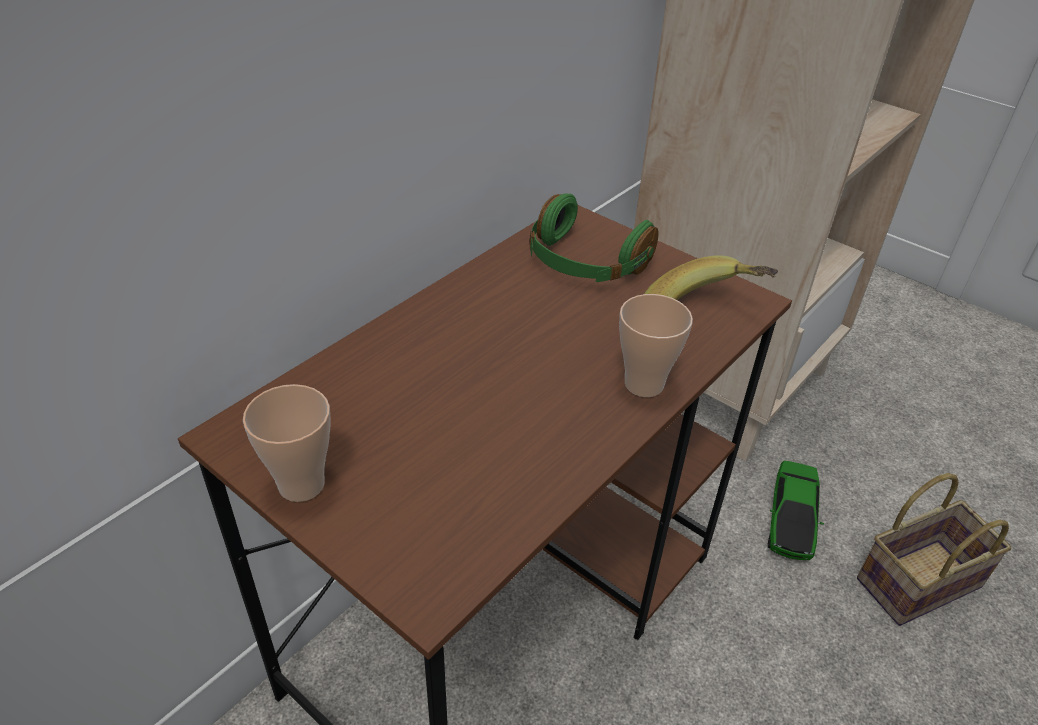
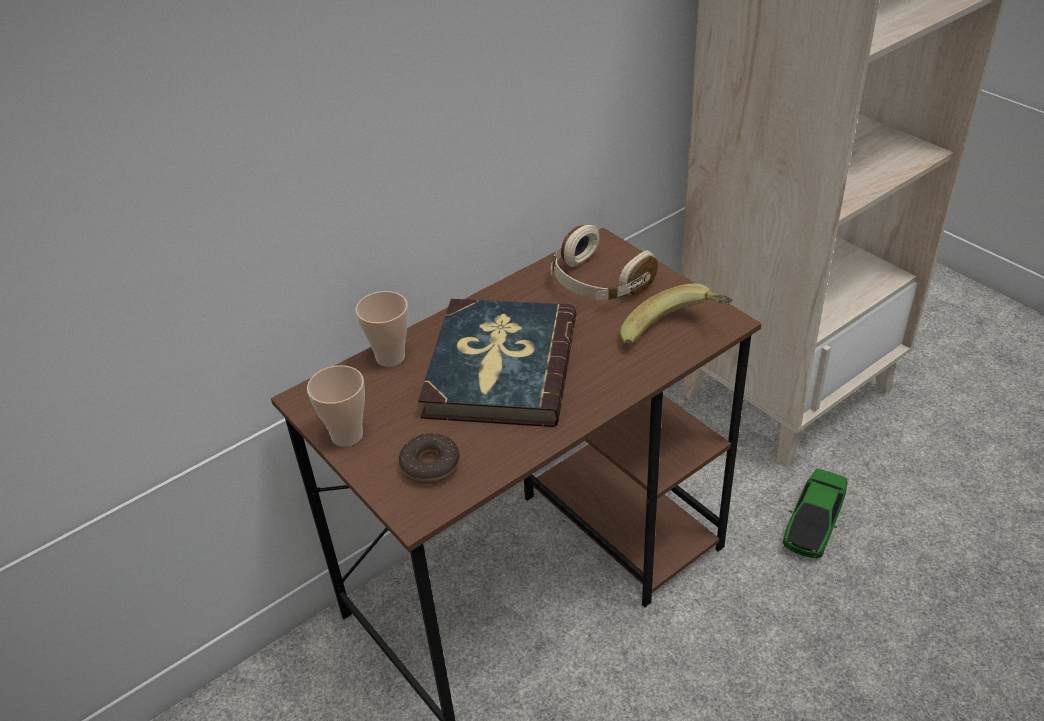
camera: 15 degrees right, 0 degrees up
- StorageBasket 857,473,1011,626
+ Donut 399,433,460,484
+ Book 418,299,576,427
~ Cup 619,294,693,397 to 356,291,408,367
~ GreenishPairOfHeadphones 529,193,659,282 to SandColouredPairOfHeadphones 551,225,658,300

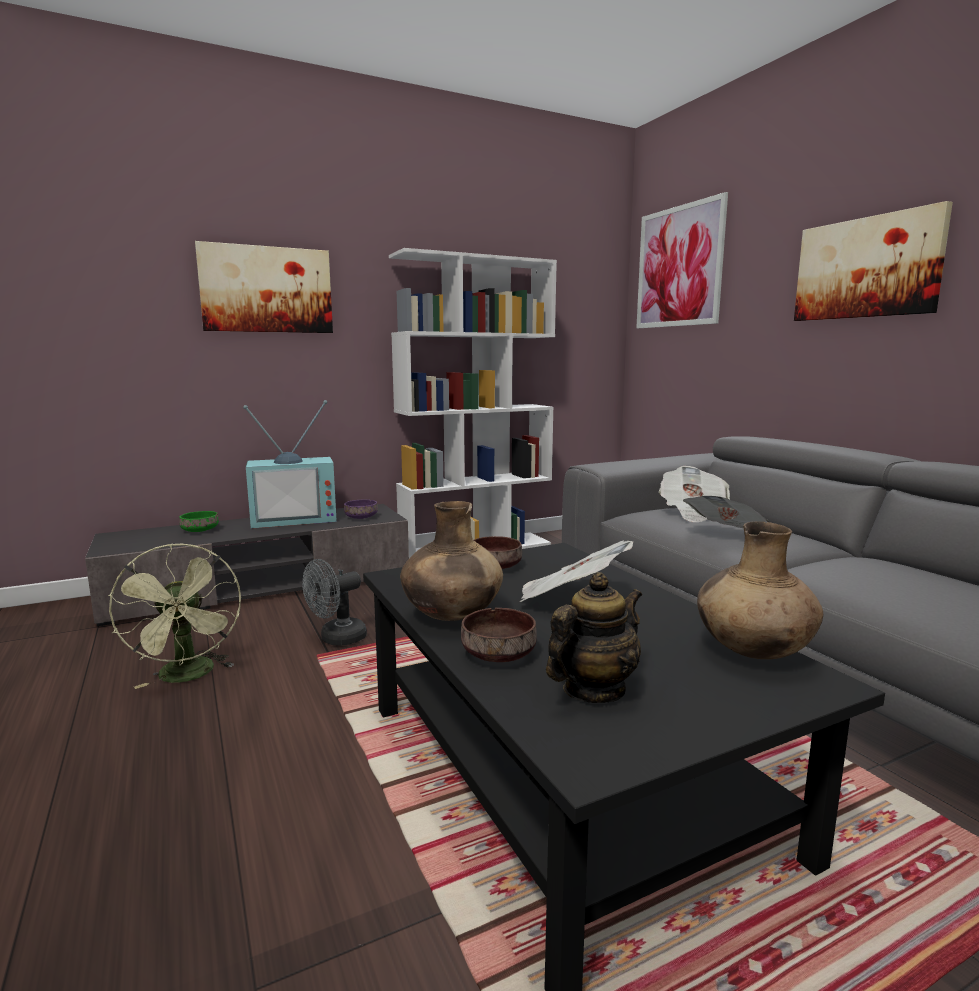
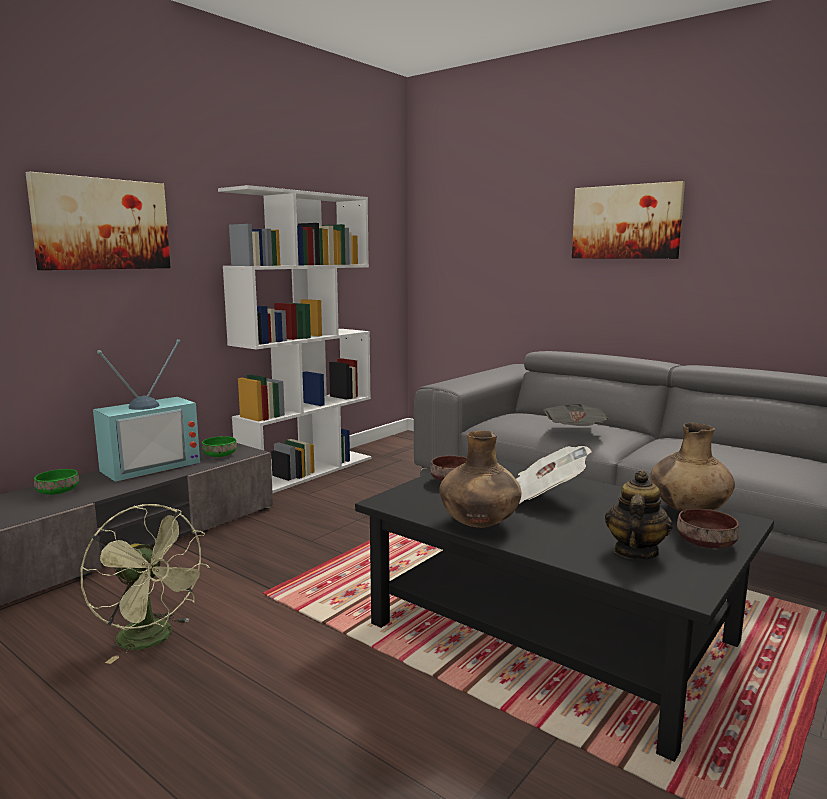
camera: 25 degrees left, 0 degrees up
- GreyCoolingFan 302,559,367,646
- Picture 636,192,728,328
- DailyPaper 659,466,730,522
~ BrownishBowl 461,608,537,662 to 677,509,739,548
~ PurplishBowl 344,499,378,519 to GreenishBowl 202,436,237,457

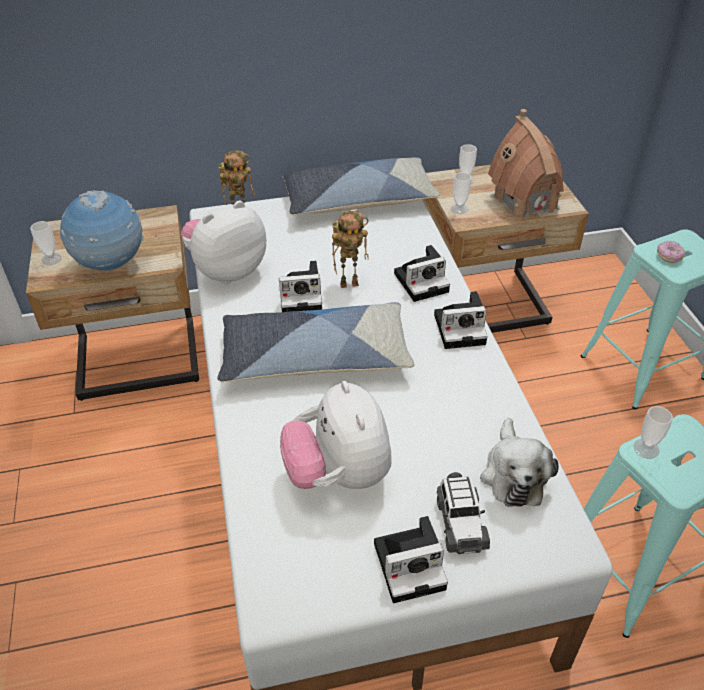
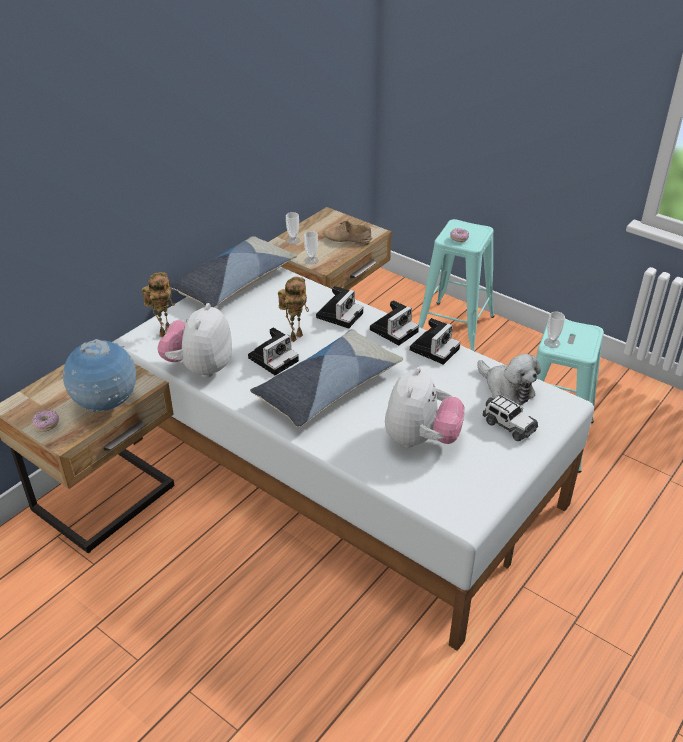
camera: 40 degrees left, 5 degrees down
~ StillCamera 374,516,448,603 to 410,318,460,365
~ Cup 30,221,61,265 to Donut 33,410,59,432
~ ModelHouse 488,109,564,219 to SandColouredItemOfFootwear 323,220,372,246
~ CuddlyToy 280,381,391,489 = 385,367,465,448 105 degrees counterclockwise

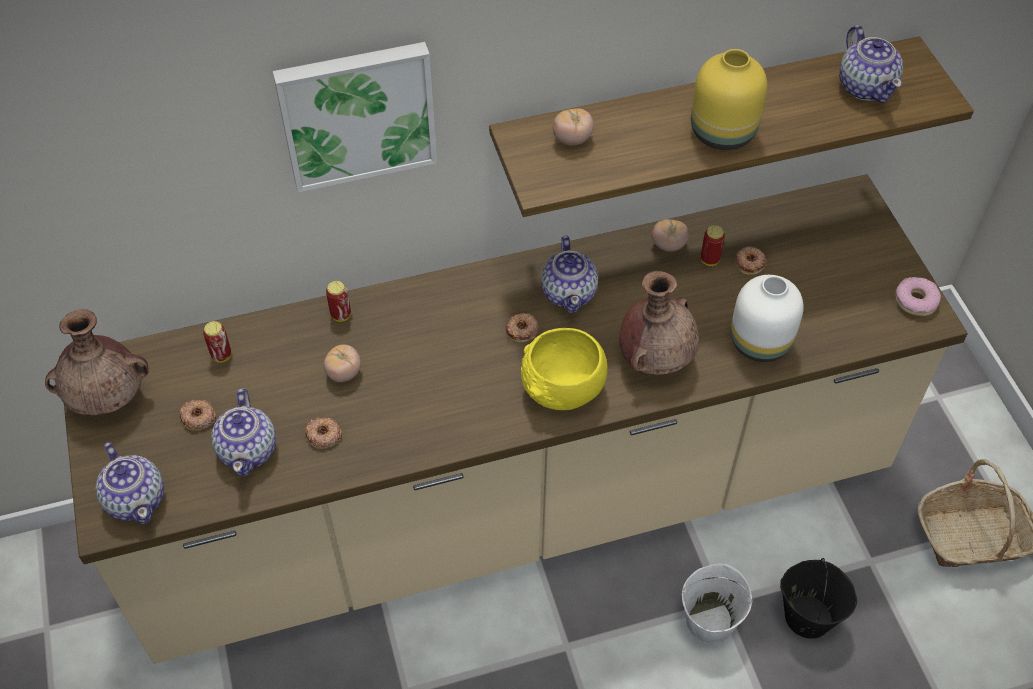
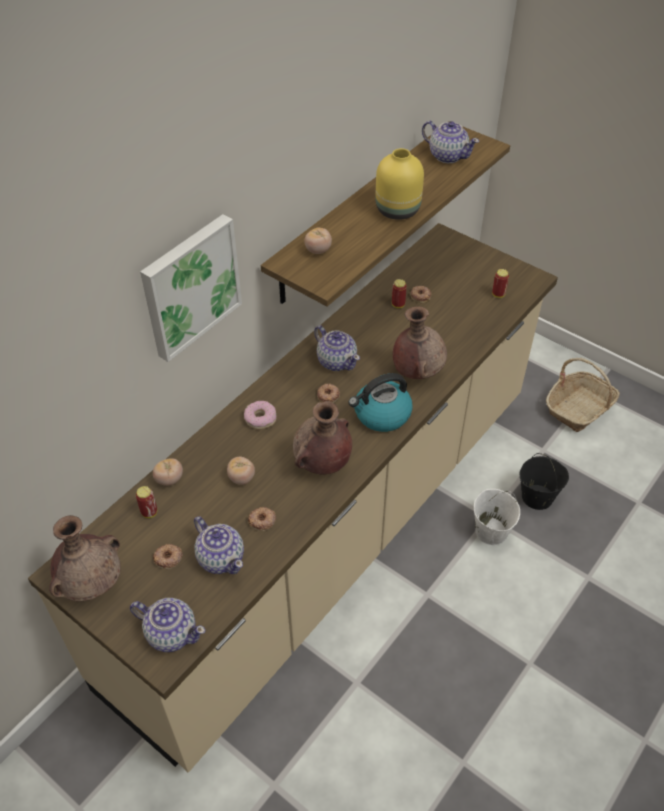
camera: 35 degrees left, 5 degrees down
- WhitishFlowerVase 731,275,804,362
+ BrownishFlowerVase 293,401,352,474
~ SealedCan 326,281,351,322 to 492,269,509,298
~ FreshTomato 651,219,689,252 to 153,458,183,486
~ Donut 895,277,941,316 to 244,401,276,429
~ YellowBowl 521,328,608,410 to Kettle 348,373,413,432

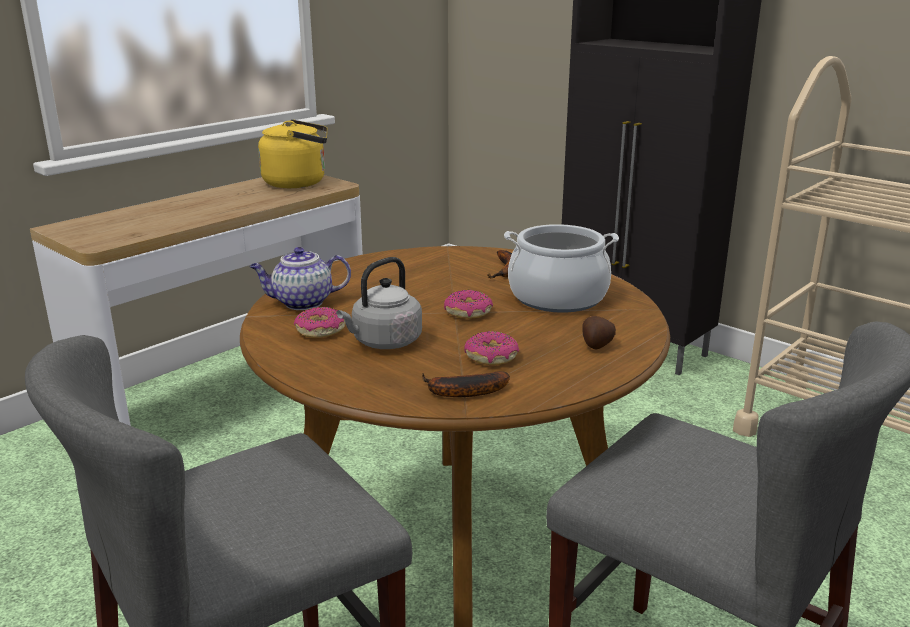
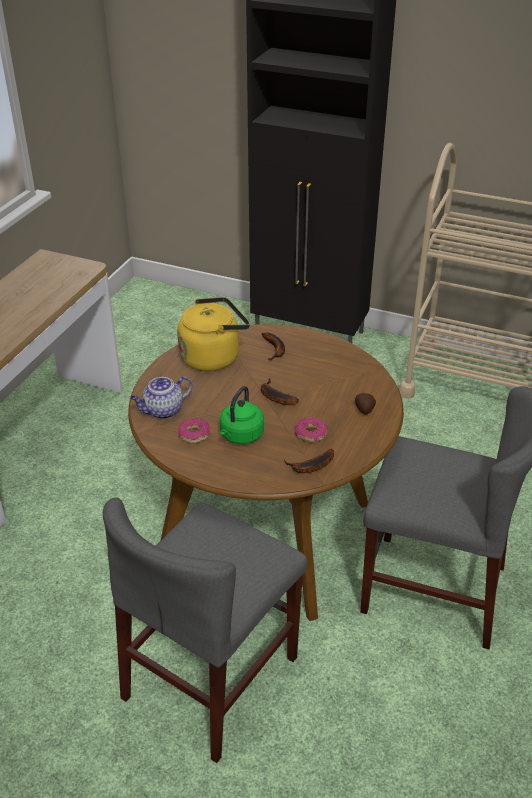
camera: 20 degrees left, 15 degrees up
- Stockpot 504,224,619,313
~ YellowKettle 258,119,328,188 to 177,297,250,371
~ Donut 444,290,493,319 to Banana 261,378,299,405
~ GreyKettle 336,257,422,349 to GreenishKettle 220,386,264,444

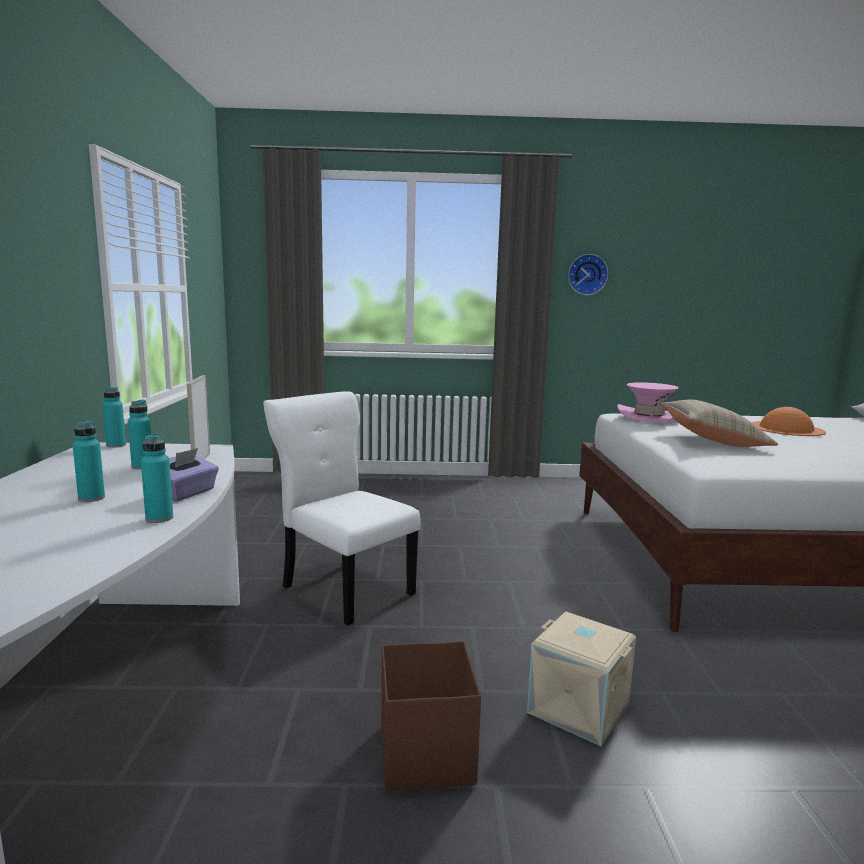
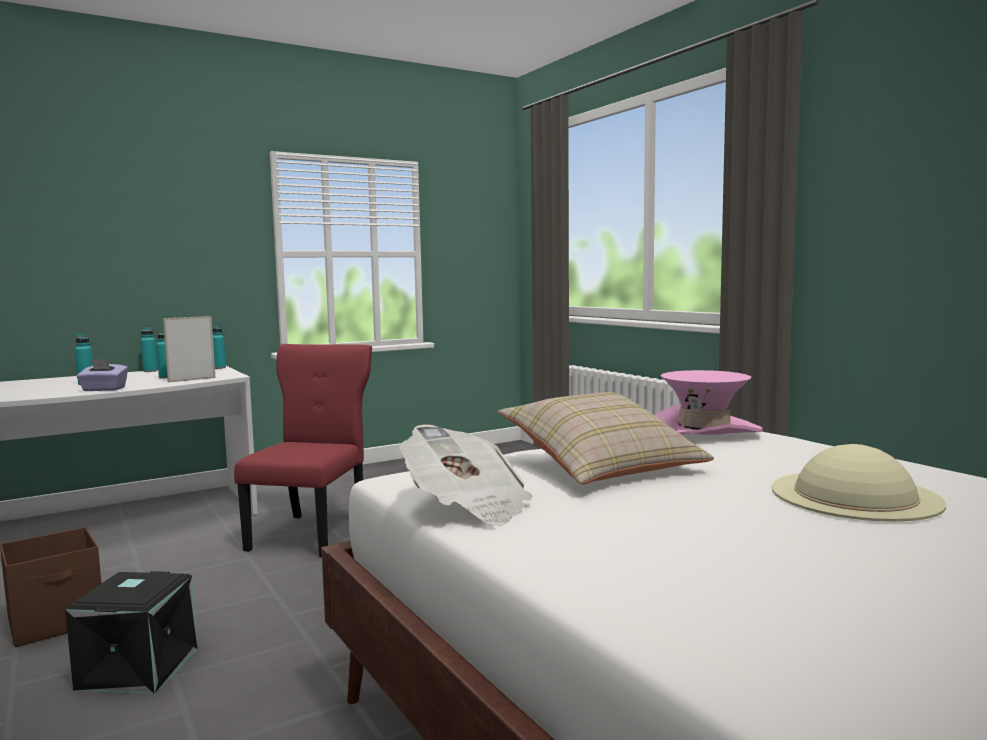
camera: 60 degrees right, 5 degrees down
- ClockOnTheWall 568,254,608,295
+ DailyPaper 400,424,533,526
~ BlueGreenDrinkBottle 141,434,173,523 to 141,327,158,372
~ WhitishUprightChair 263,391,421,625 to RedColouredUprightChair 234,344,372,557
~ SandColouredStorageBox 527,612,636,746 to BlackStorageBox 65,571,198,694
~ OrangeColouredWearableHat 751,407,826,436 to SandColouredWearableHat 772,444,946,522

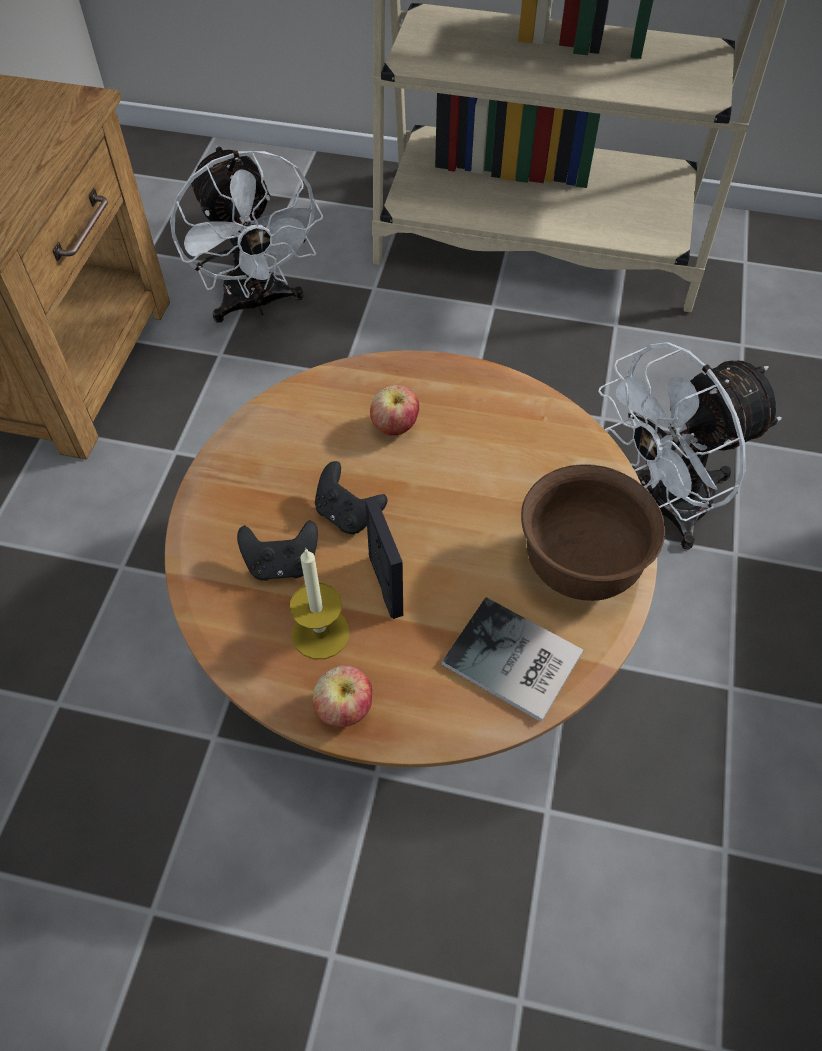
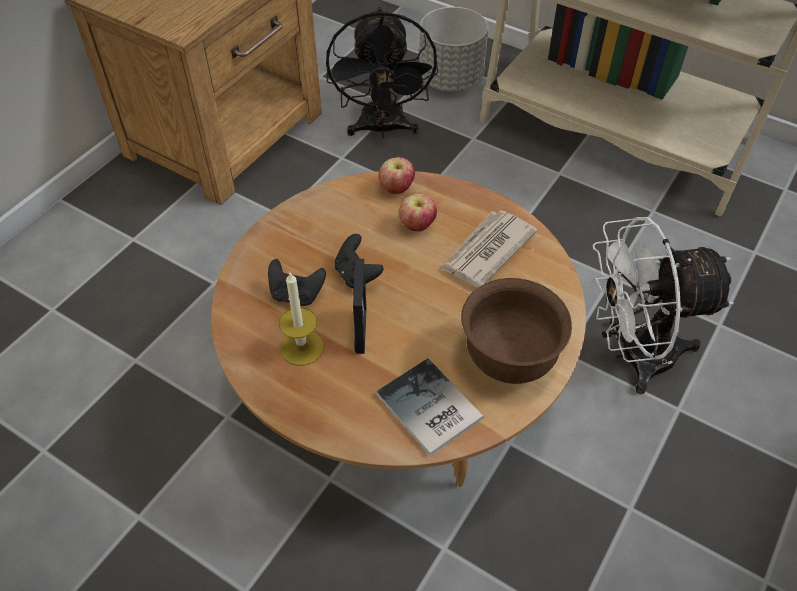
camera: 20 degrees right, 5 degrees down
+ GreyPlanter 419,7,488,91
+ DailyPaper 440,210,538,287
~ WholeApple 313,665,372,727 to 379,157,415,194
~ WhitishCoolingFan 170,146,324,323 to BlackCoolingFan 326,7,438,138

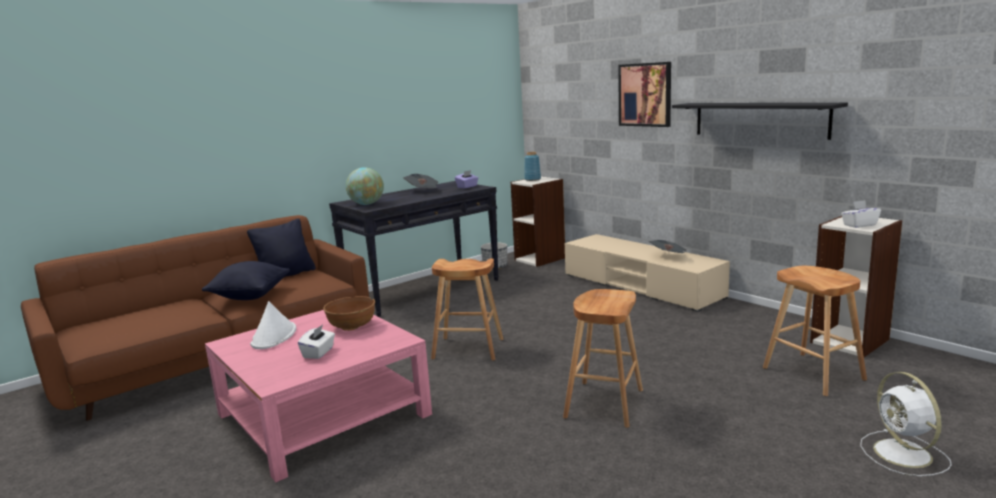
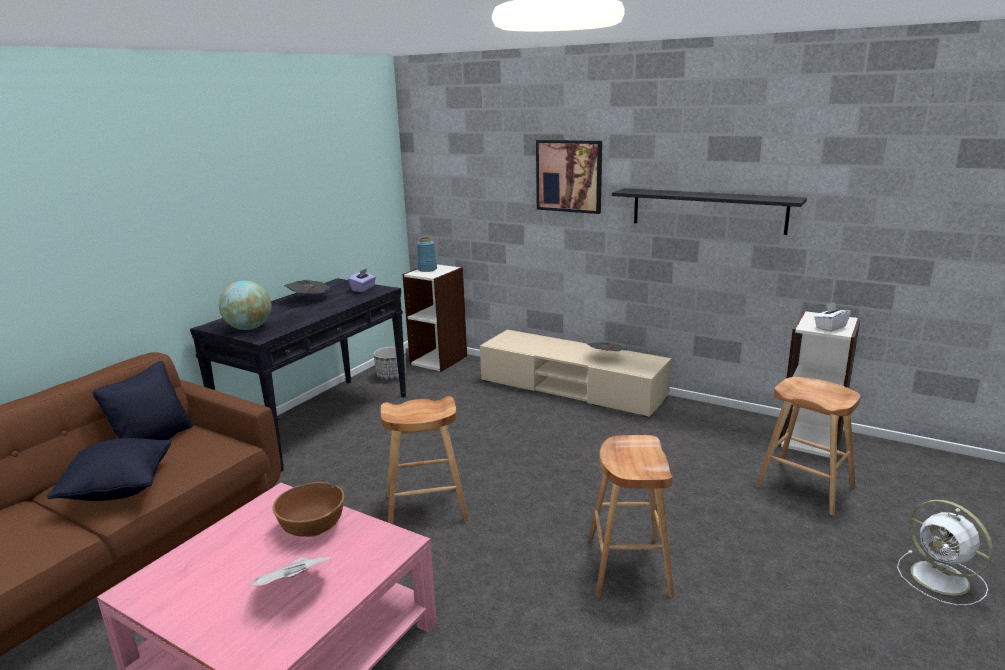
camera: 20 degrees left, 5 degrees up
- WhitishWearableHat 250,301,296,349
~ WhitishTissueHolder 298,324,335,359 to DailyPaper 251,556,332,586

